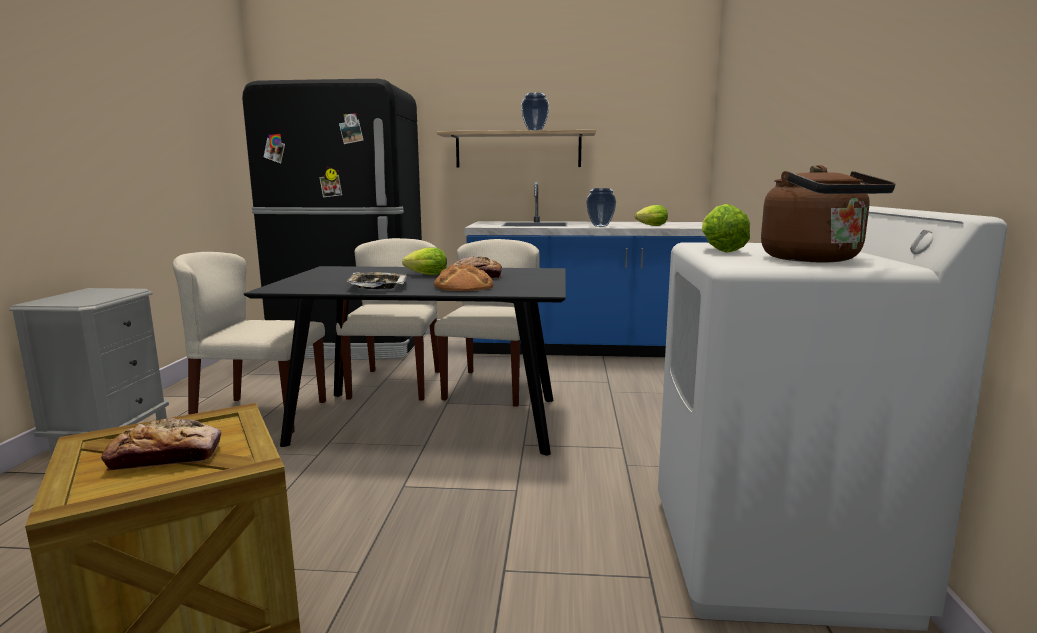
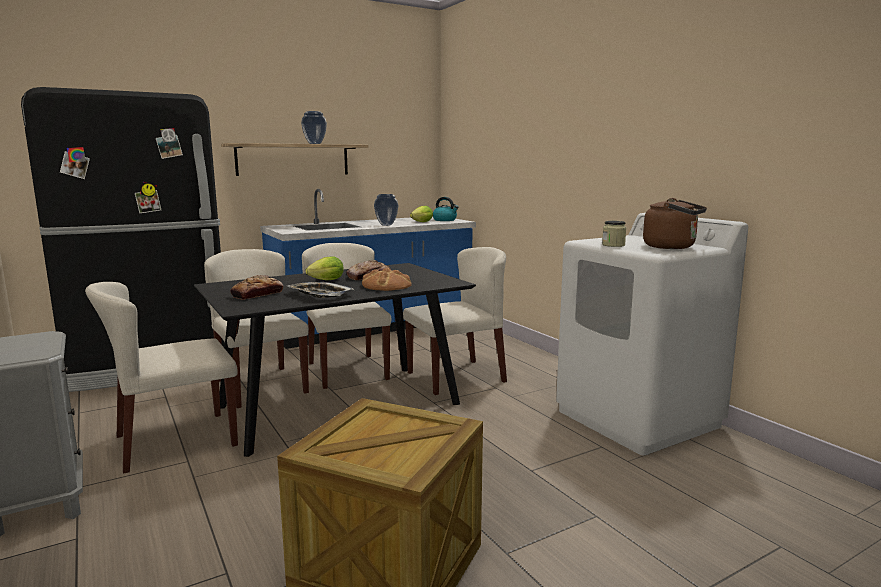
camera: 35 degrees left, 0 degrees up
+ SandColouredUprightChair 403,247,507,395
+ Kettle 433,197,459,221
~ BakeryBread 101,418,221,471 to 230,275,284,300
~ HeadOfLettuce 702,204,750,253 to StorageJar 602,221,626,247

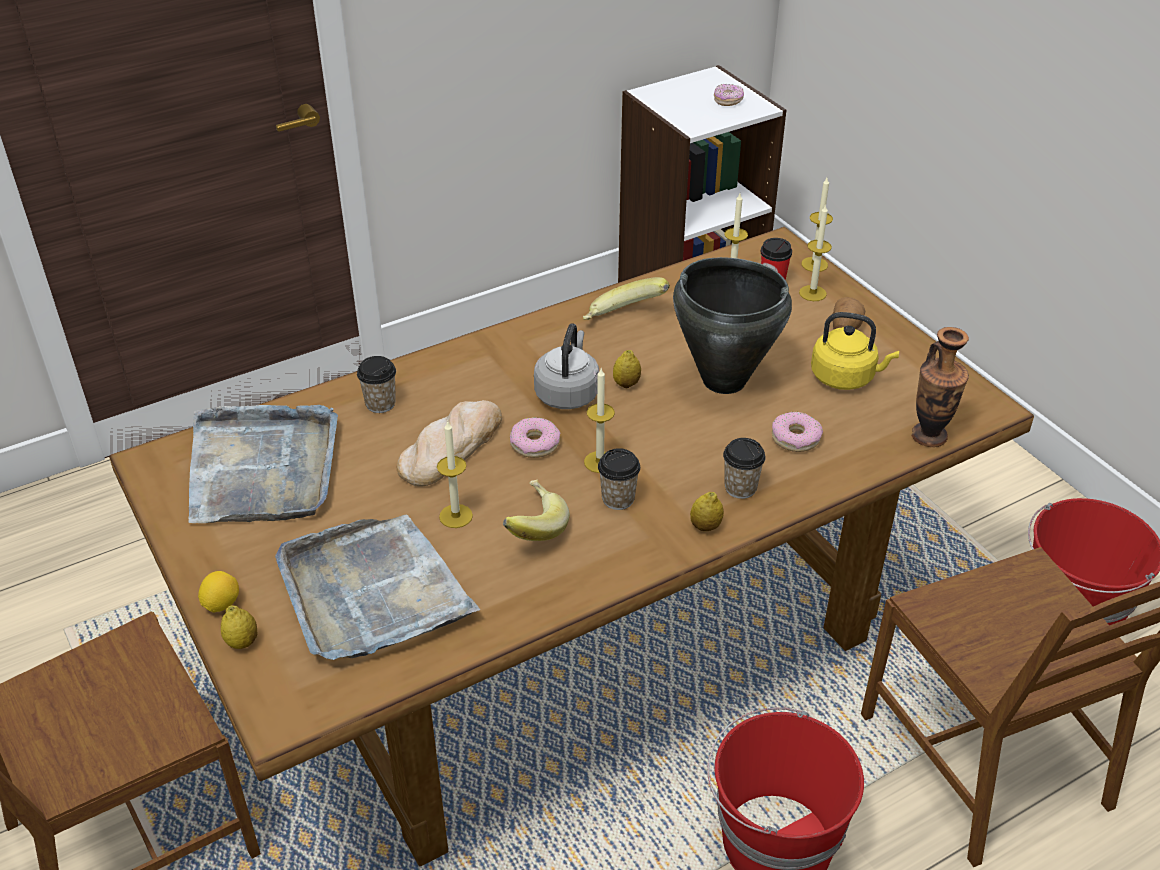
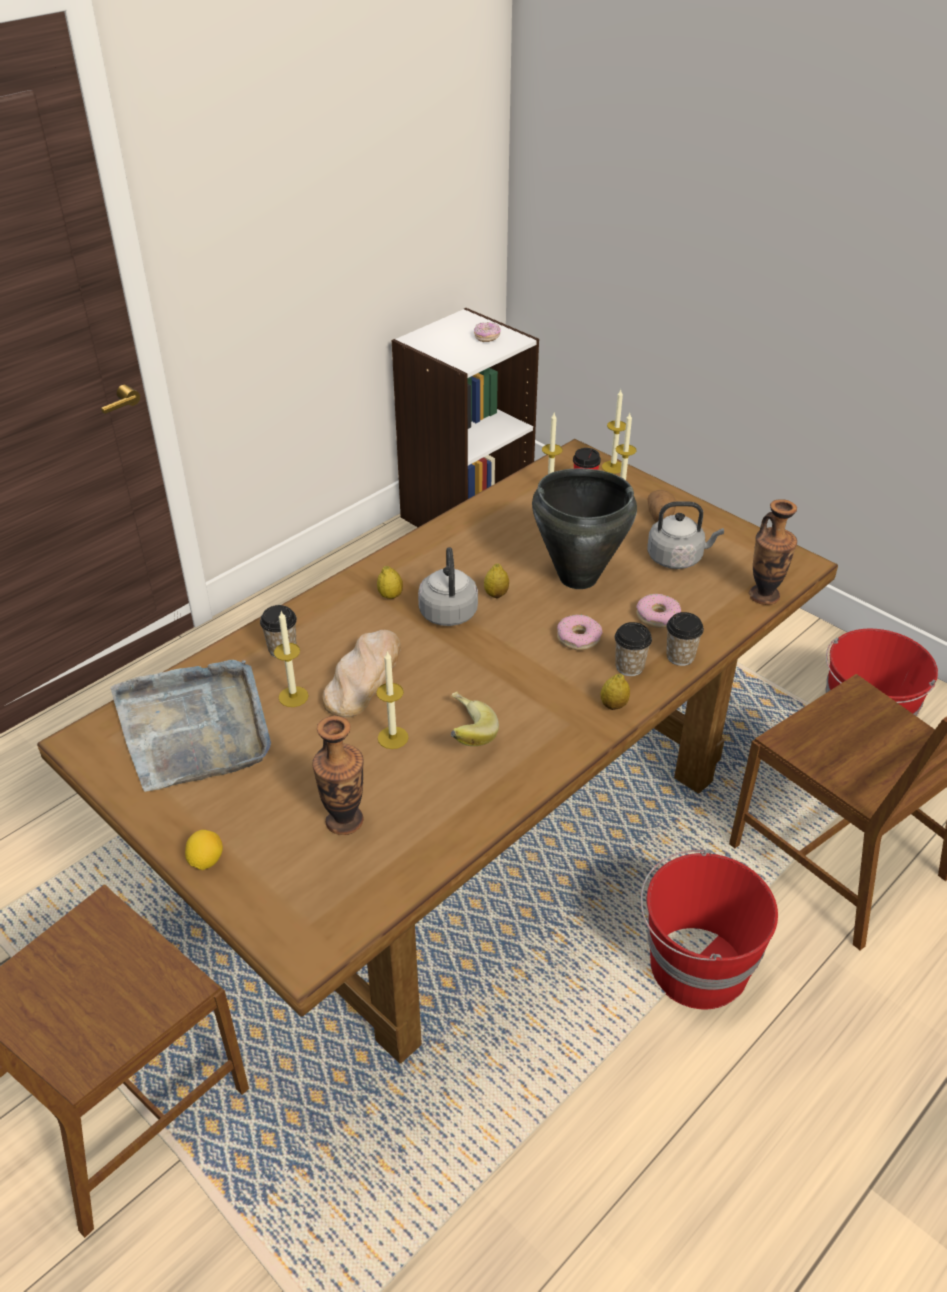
camera: 15 degrees left, 0 degrees up
- Banana 583,277,670,320
~ WholeLemon 221,605,257,649 to 377,566,403,599
~ Donut 510,417,561,458 to 557,614,602,650
~ Candle 584,367,615,473 to 274,611,309,707
~ Cup 598,448,640,510 to 666,612,704,666
~ GreyTray 275,515,480,660 to FlowerVase 312,716,364,835
~ YellowKettle 811,312,899,390 to GreyKettle 647,501,724,569

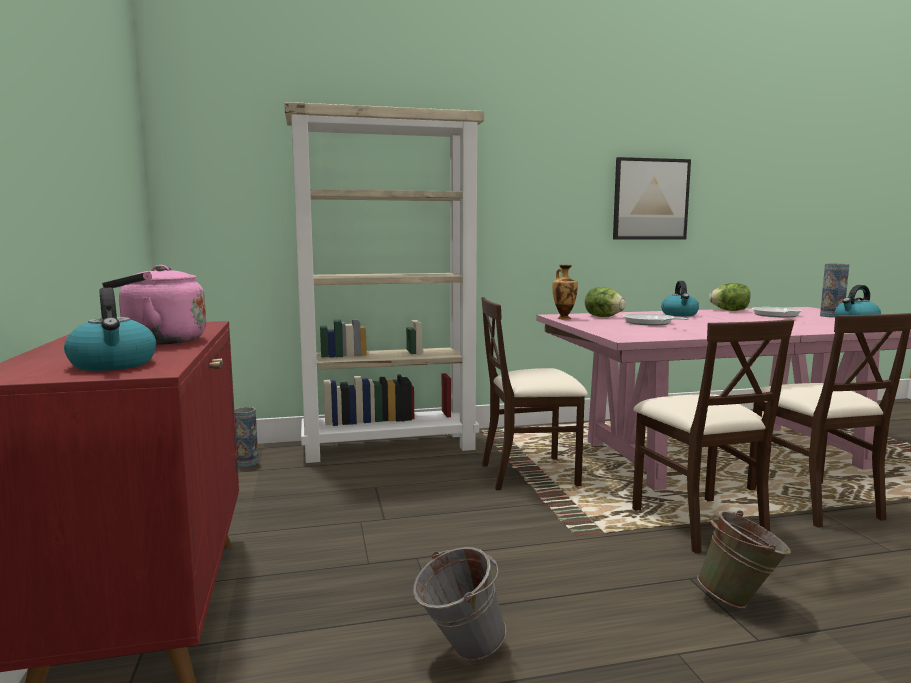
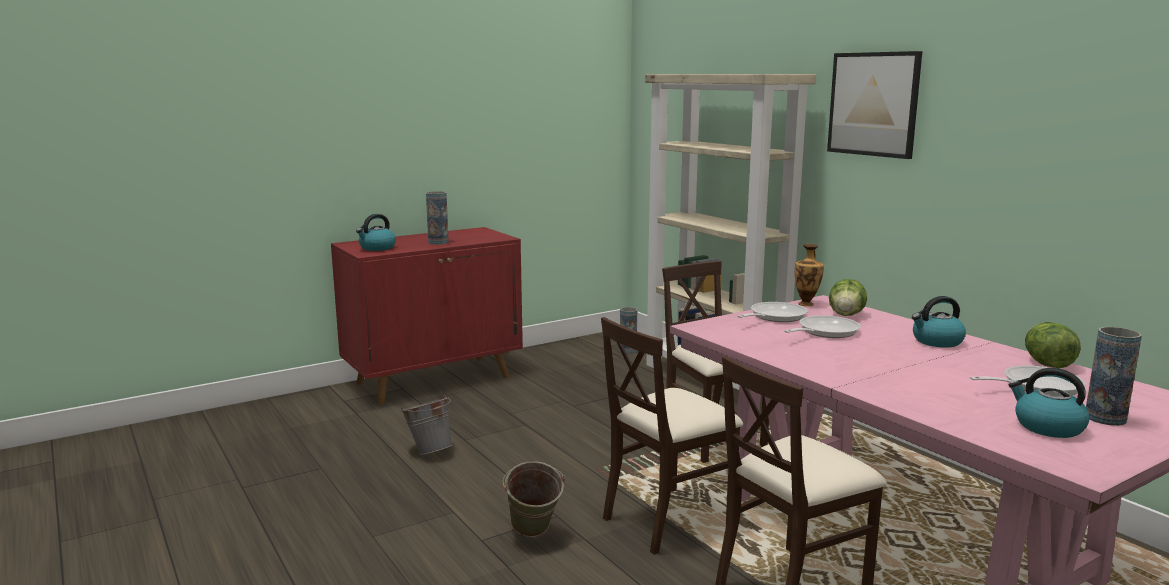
camera: 70 degrees right, 5 degrees up
+ FryingPan 737,302,808,322
~ Picture 613,157,691,240 to 827,51,922,159
~ PinkishKettle 102,265,206,345 to FlowerVase 426,191,449,244

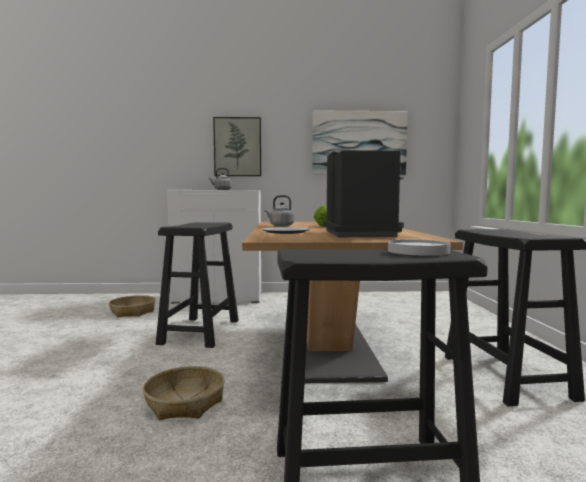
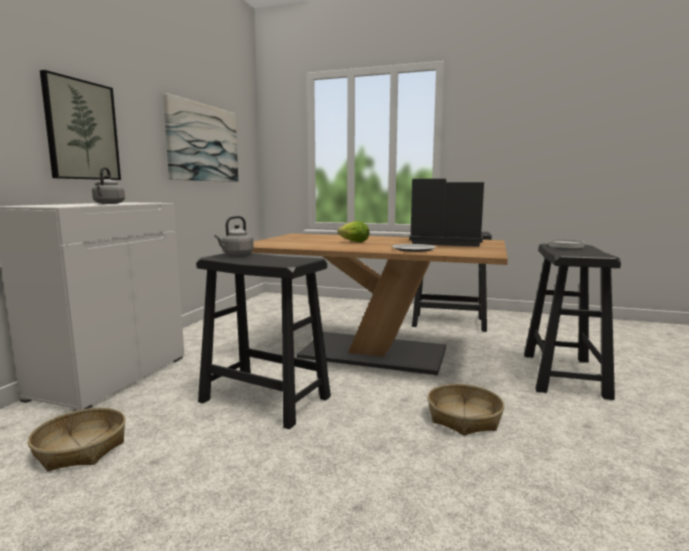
camera: 70 degrees left, 5 degrees up
~ GreyKettle 265,195,294,226 to 214,216,254,256

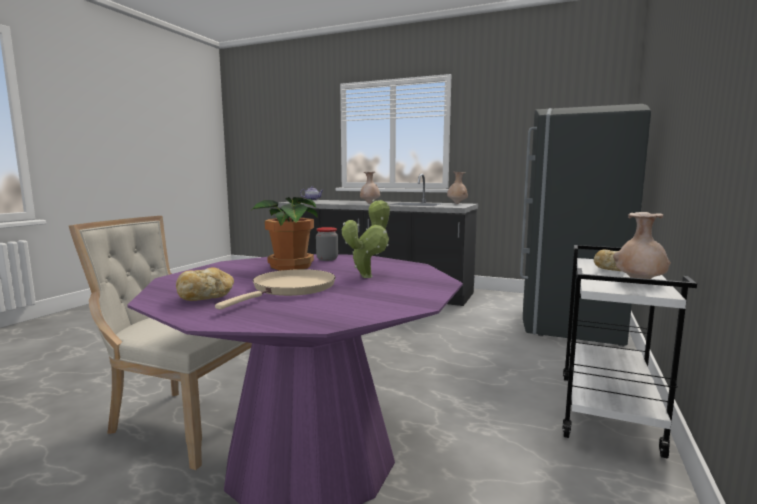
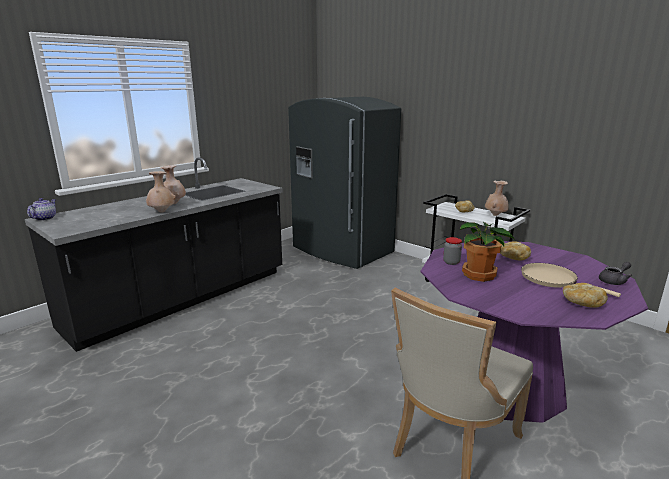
camera: 70 degrees left, 10 degrees up
+ GreyPotForTea 599,262,632,285
~ SandColouredFlowerVase 447,172,468,204 to 146,171,176,213
~ PlantInAPot 342,200,390,278 to BakeryBread 500,241,531,260

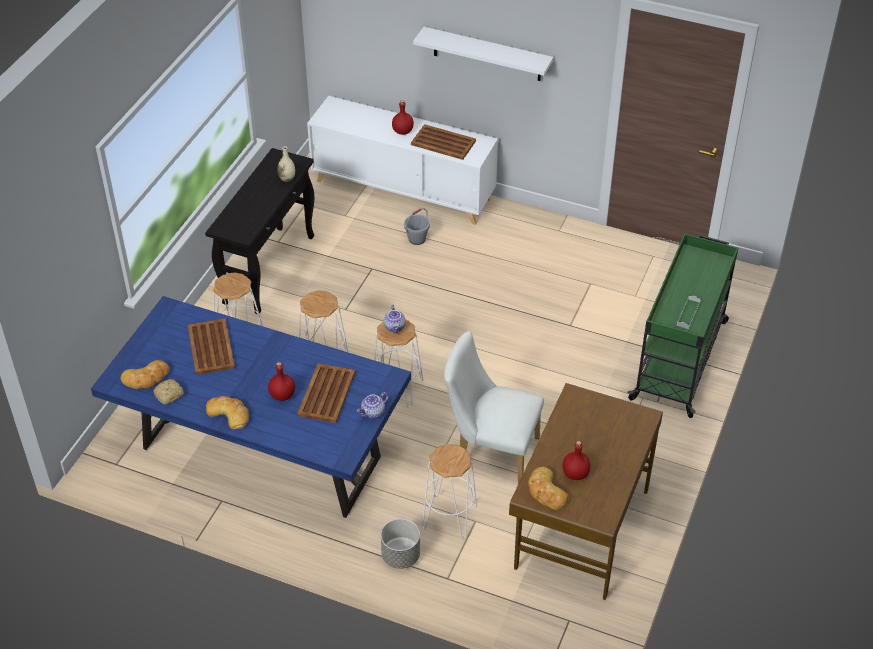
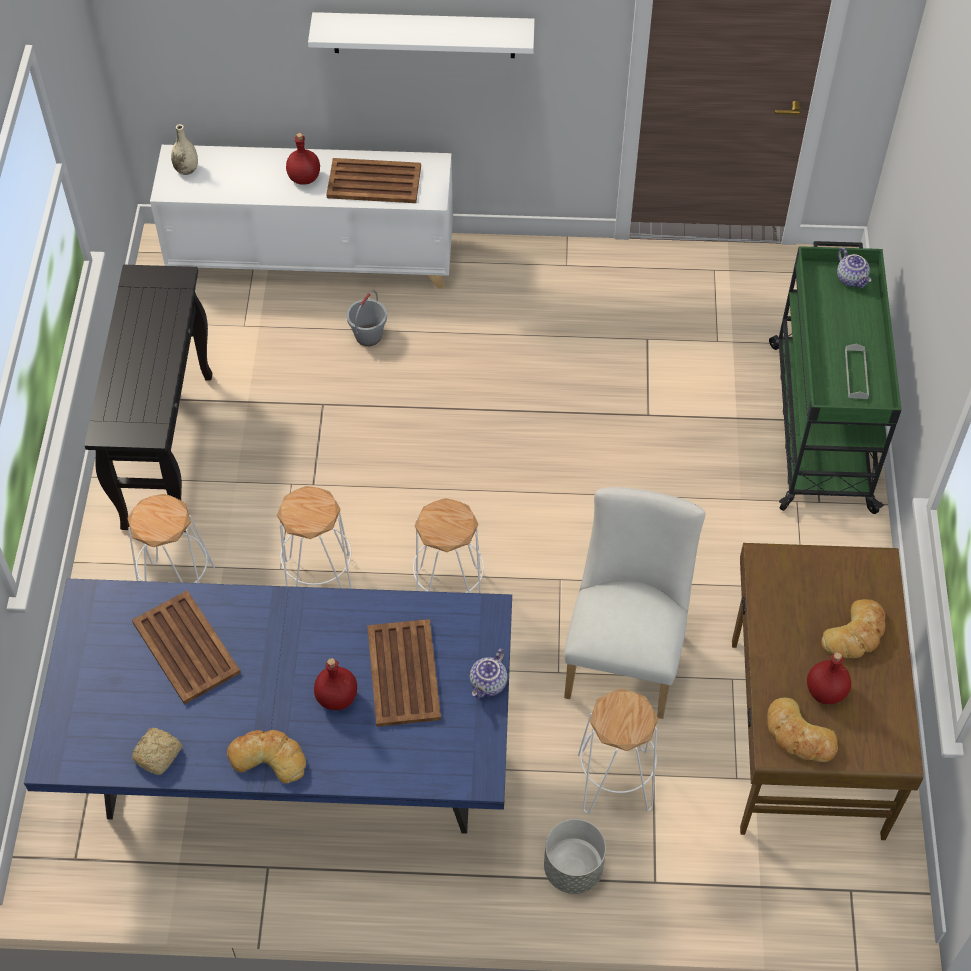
camera: 20 degrees left, 10 degrees up
~ BakeryBread 121,360,170,390 to 821,599,886,658
~ SandColouredFlowerVase 277,146,295,182 to 171,124,198,175
~ PotForTea 384,305,406,334 to 837,248,871,288
~ WhitishUprightChair 444,331,544,484 = 564,487,706,719 105 degrees clockwise

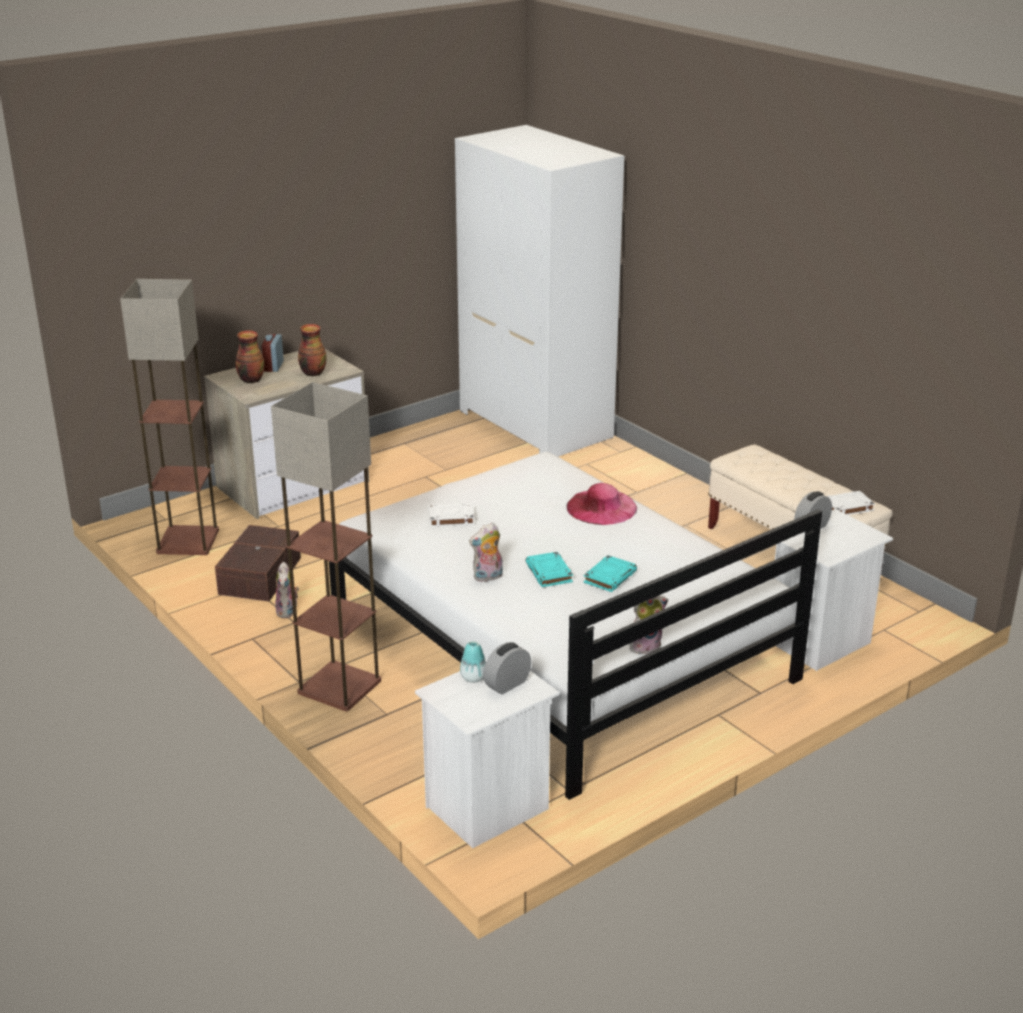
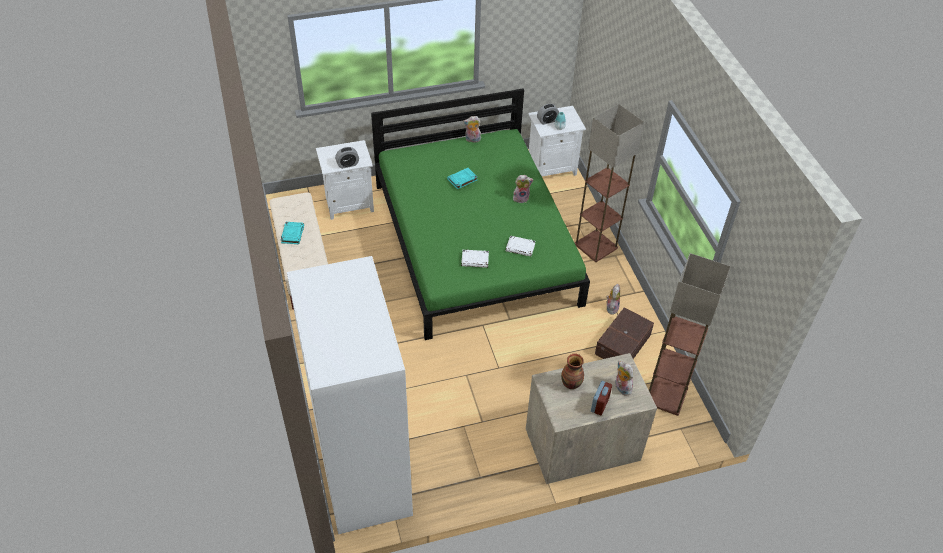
camera: 160 degrees left, 20 degrees up
- PinkishWearableHat 567,483,637,525
~ BlueGreenBook 526,552,573,587 to 281,222,304,244
~ WhitishBook 827,491,875,515 to 461,250,489,268
~ FlowerVase 236,330,264,383 to CuddlyToy 615,361,634,396
~ WhitishSleepingBed 329,452,822,800 to GreenishSleepingBed 371,89,590,340

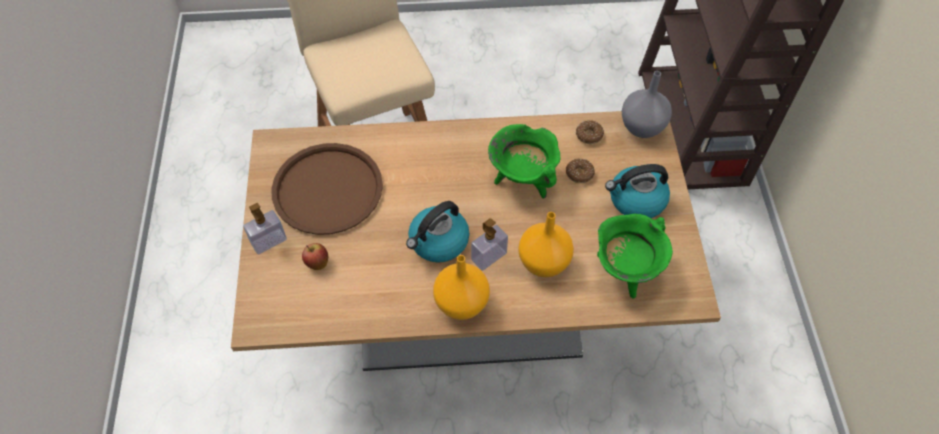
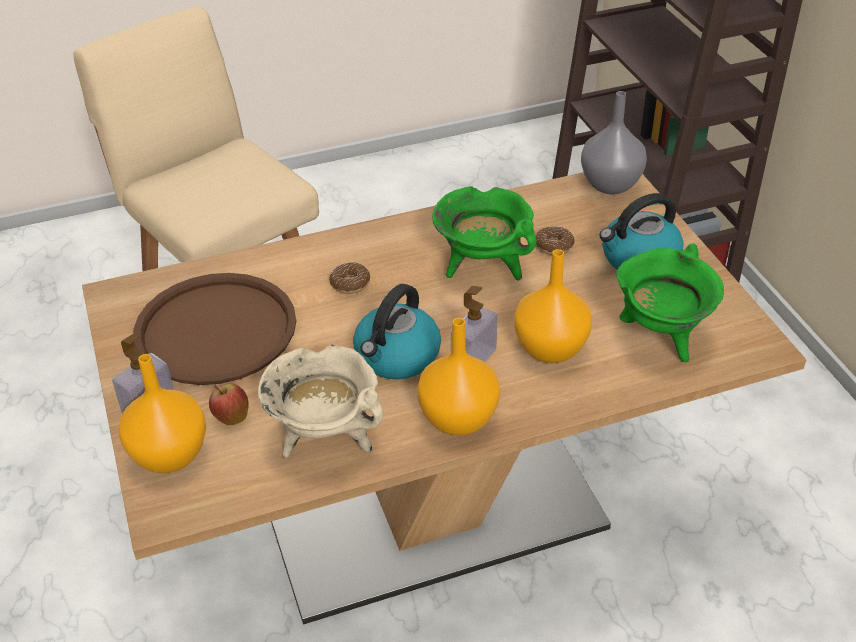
camera: 15 degrees left, 15 degrees down
+ OrangeColouredFlowerVase 119,354,206,473
+ SandColouredStockpot 258,345,384,458
~ Donut 576,120,604,144 to 329,262,370,294

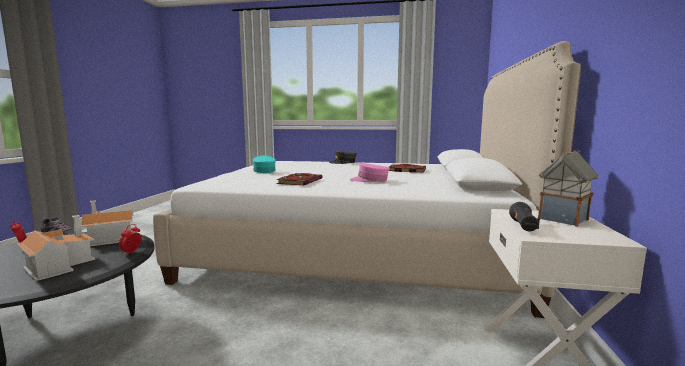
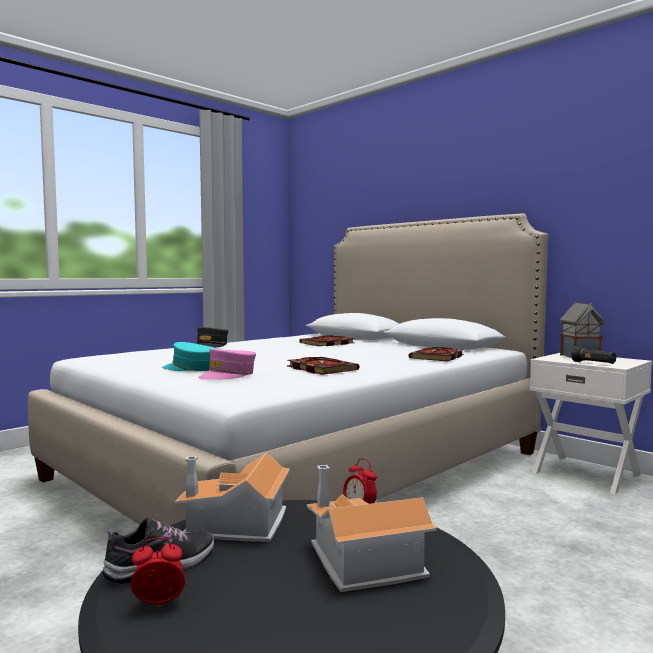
camera: 55 degrees left, 5 degrees down
+ Book 409,347,464,361
~ PinkishCap 349,163,390,182 to 198,349,256,380

